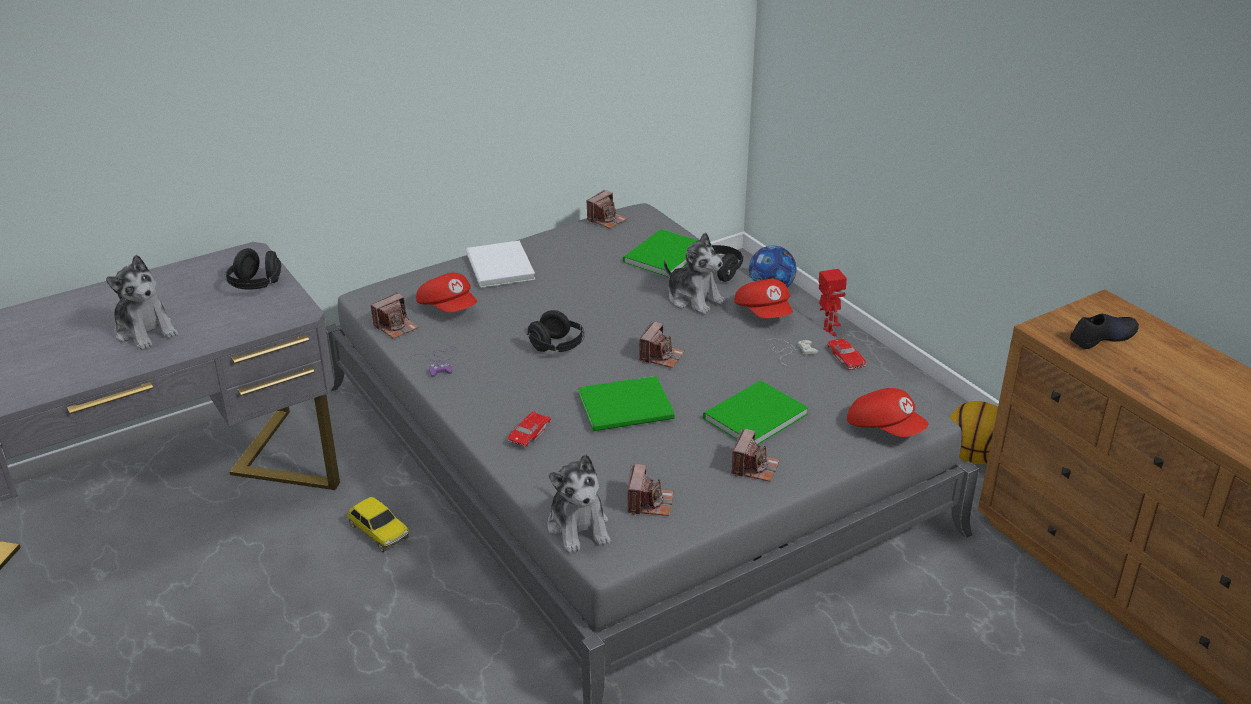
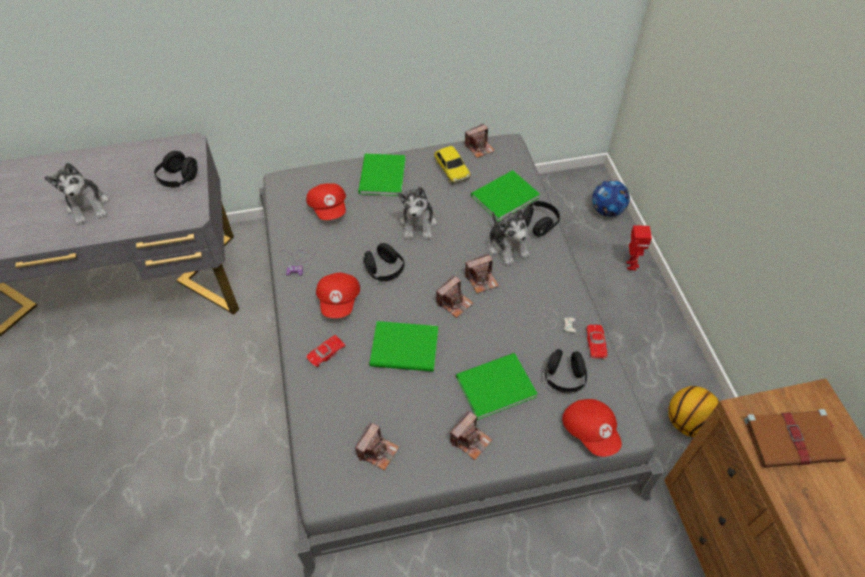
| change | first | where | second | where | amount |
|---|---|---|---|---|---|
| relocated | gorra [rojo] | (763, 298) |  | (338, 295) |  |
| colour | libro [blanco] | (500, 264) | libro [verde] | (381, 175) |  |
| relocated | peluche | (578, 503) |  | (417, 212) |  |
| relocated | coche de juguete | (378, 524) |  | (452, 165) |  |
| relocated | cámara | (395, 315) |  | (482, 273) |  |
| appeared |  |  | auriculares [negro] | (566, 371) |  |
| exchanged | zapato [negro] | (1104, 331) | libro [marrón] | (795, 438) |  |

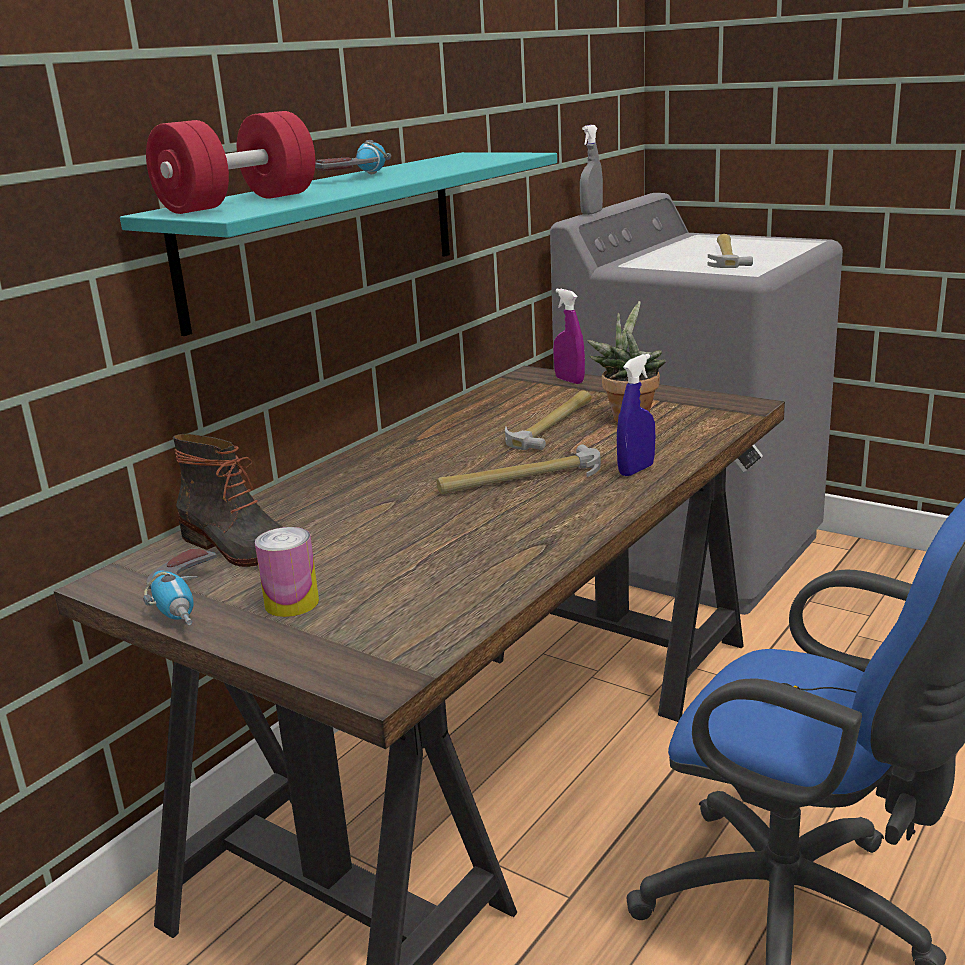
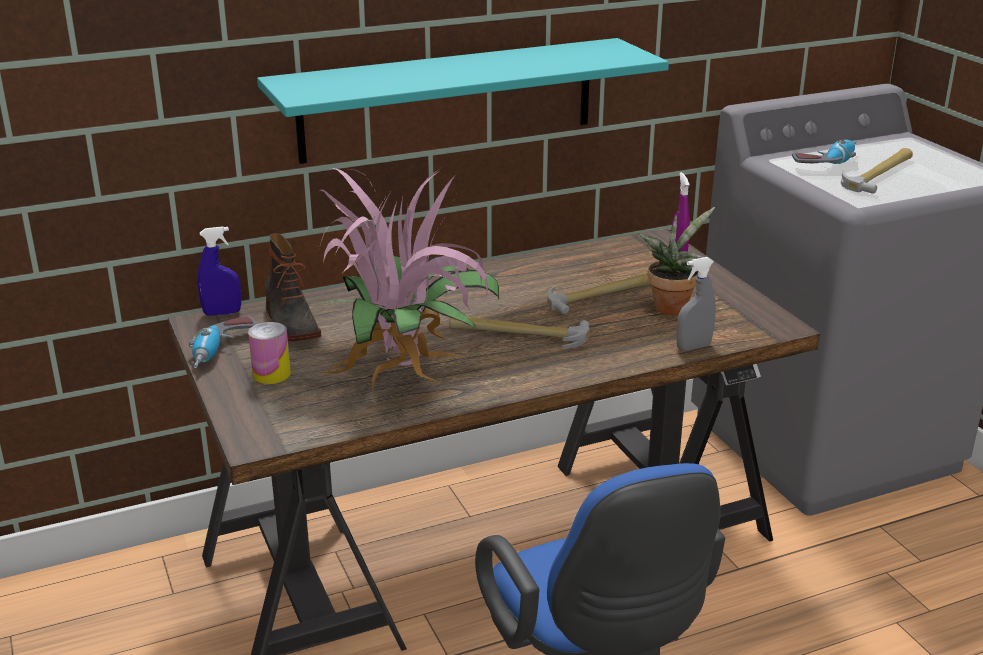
| change | first | where | second | where | amount |
|---|---|---|---|---|---|
| relocated | pulverizador [azul] | (636, 415) |  | (219, 271) |  |
| appeared |  |  | planta en maceta | (400, 282) |  |
| relocated | pulverizador [gris] | (591, 170) |  | (696, 304) |  |
| relocated | taladro | (353, 157) |  | (824, 152) |  |
| missing | mancuerna [rojo] | (231, 162) |  |  |  |

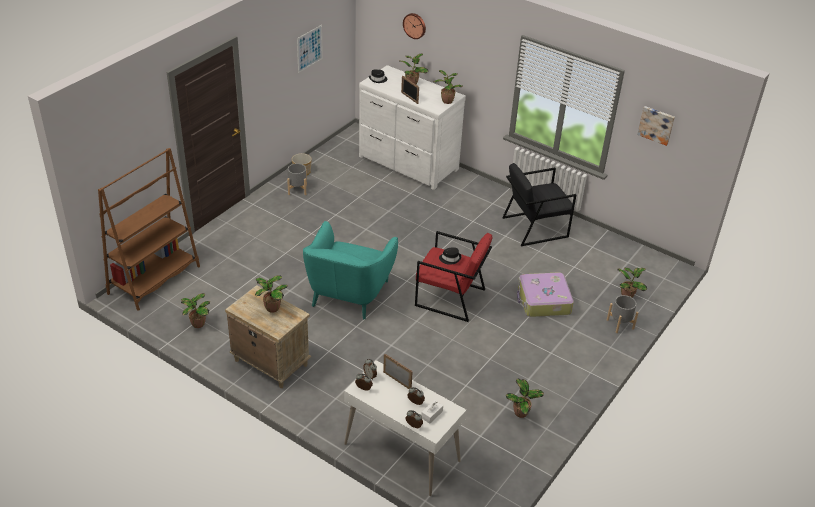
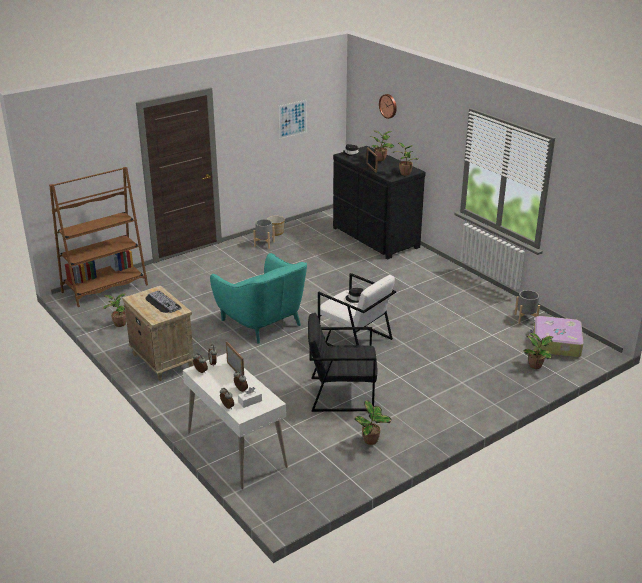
| change | first | where | second | where | amount |
|---|---|---|---|---|---|
| exchanged | planta en maceta | (271, 294) | teclado | (163, 301) |  |
| spun | sillón [turquesa] | (350, 270) |  | (258, 298) | 75 degrees counterclockwise |
| relocated | sillón [negro] | (539, 204) |  | (343, 362) |  |
| colour | sillón [rojo] | (453, 276) | sillón [blanco] | (357, 309) |  |
| colour | cómoda [blanco] | (412, 127) | cómoda [negro] | (379, 202) |  |
| relocated | maceta [gris] | (623, 314) |  | (527, 307) |  |
| relocated | maleta | (545, 294) |  | (556, 337) |  |
| missing | cuadro | (656, 126) |  |  |  |

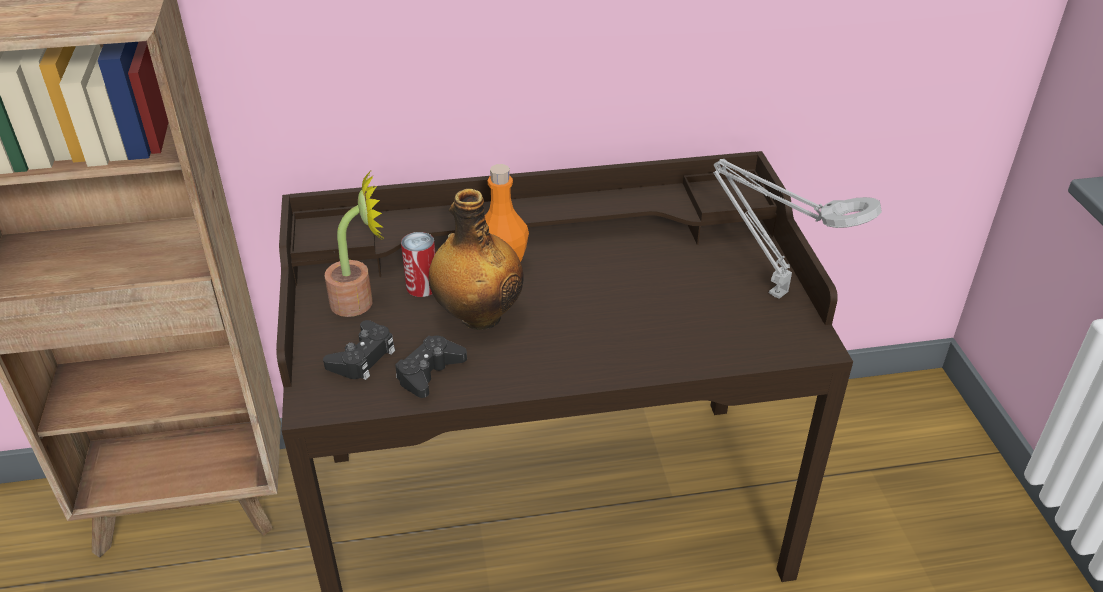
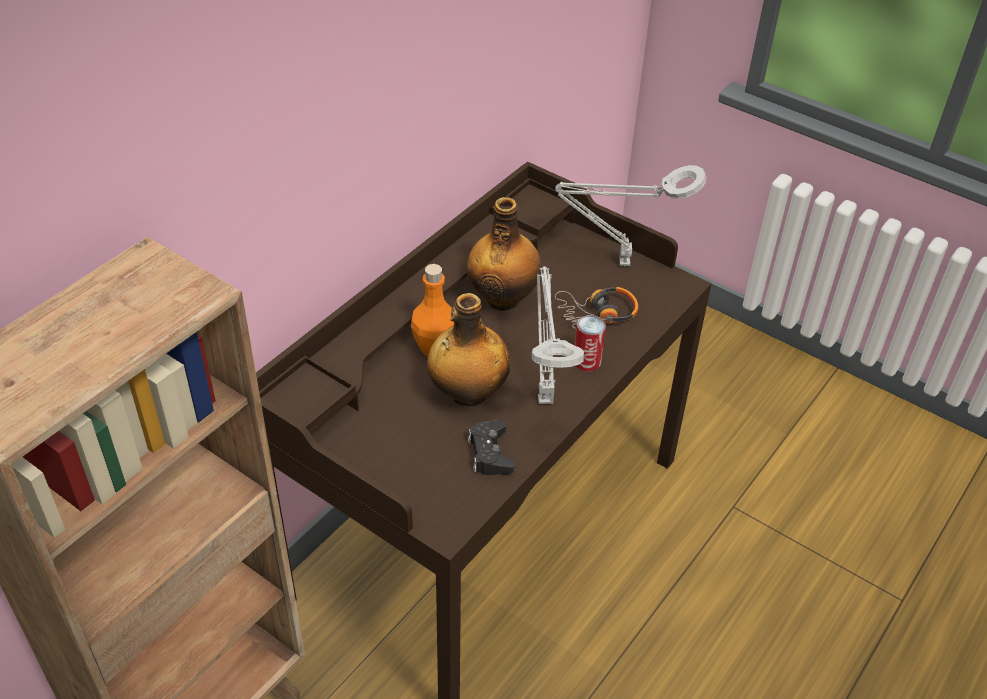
| change | first | where | second | where | amount |
|---|---|---|---|---|---|
| appeared |  |  | botella | (504, 254) |  |
| appeared |  |  | lámpara de mesa [gris] | (558, 335) |  |
| appeared |  |  | auriculares | (596, 308) |  |
| relocated | lata | (418, 264) |  | (590, 343) |  |
| missing | mando de consola [negro] | (359, 350) |  |  |  |
| missing | planta en maceta | (354, 244) |  |  |  |

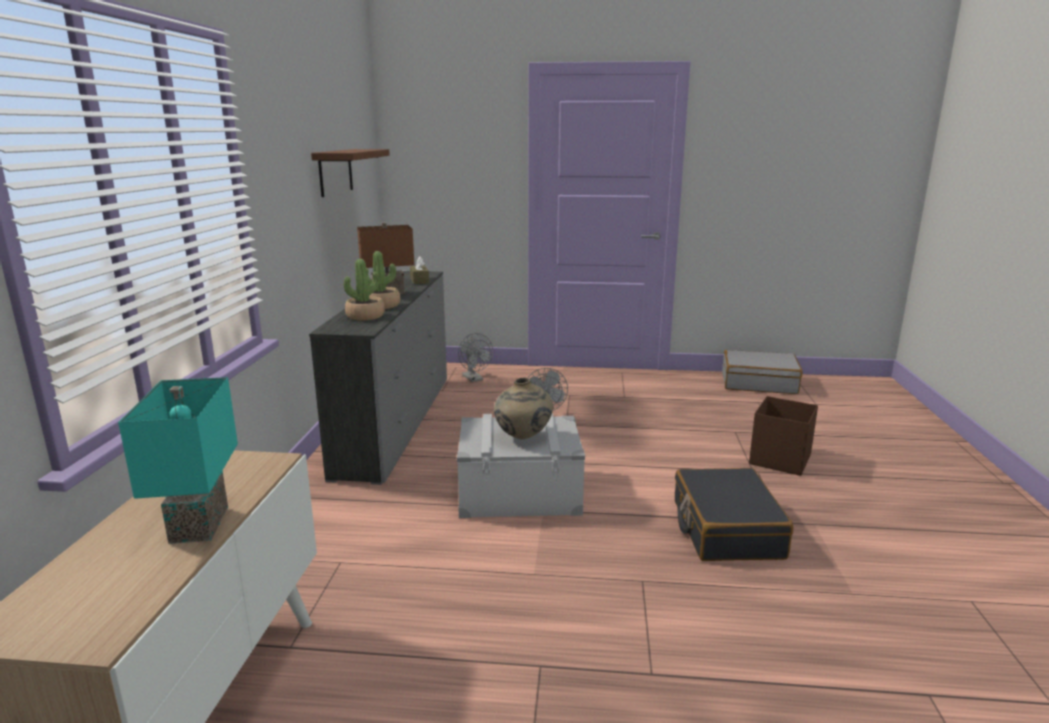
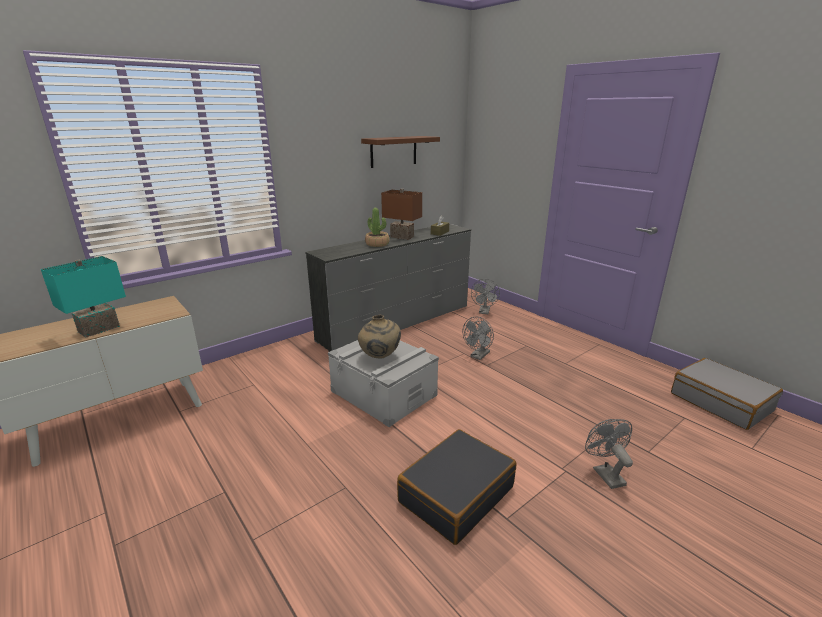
| change | first | where | second | where | amount |
|---|---|---|---|---|---|
| exchanged | caja de almacenaje [marrón] | (783, 436) | ventilador [gris] | (609, 454) |  |
| missing | planta en maceta | (364, 290) |  |  |  |

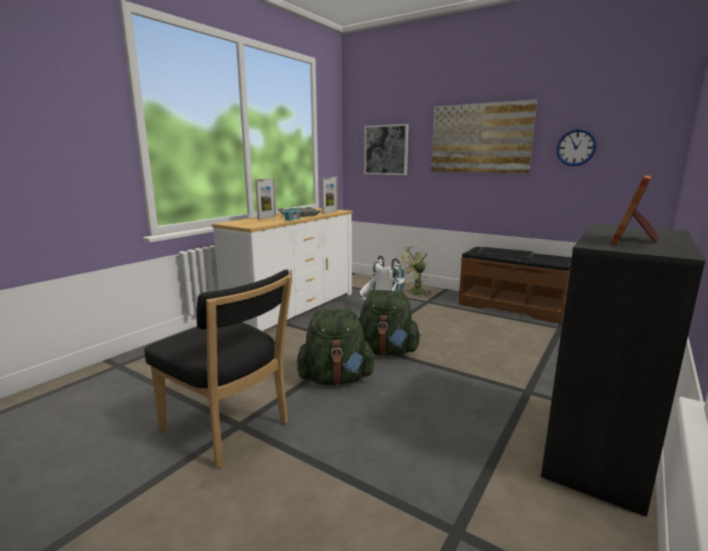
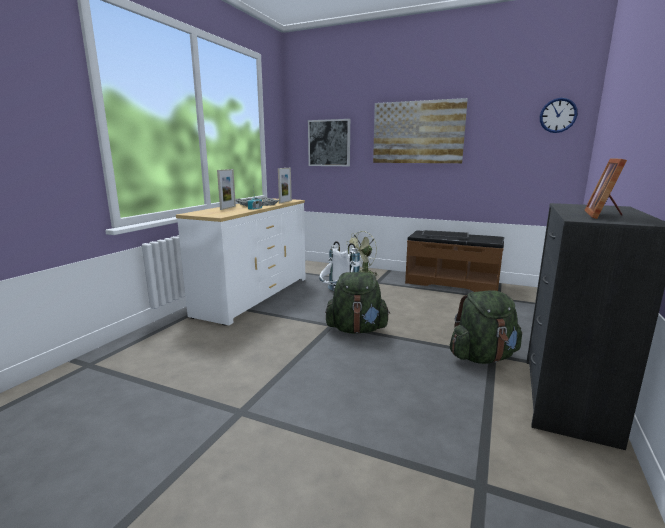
| change | first | where | second | where | amount |
|---|---|---|---|---|---|
| relocated | mochila [verde] | (336, 347) |  | (486, 327) |  |
| relocated | reloj de pared | (576, 147) |  | (559, 115) |  |
| missing | silla [negro] | (218, 369) |  |  |  |

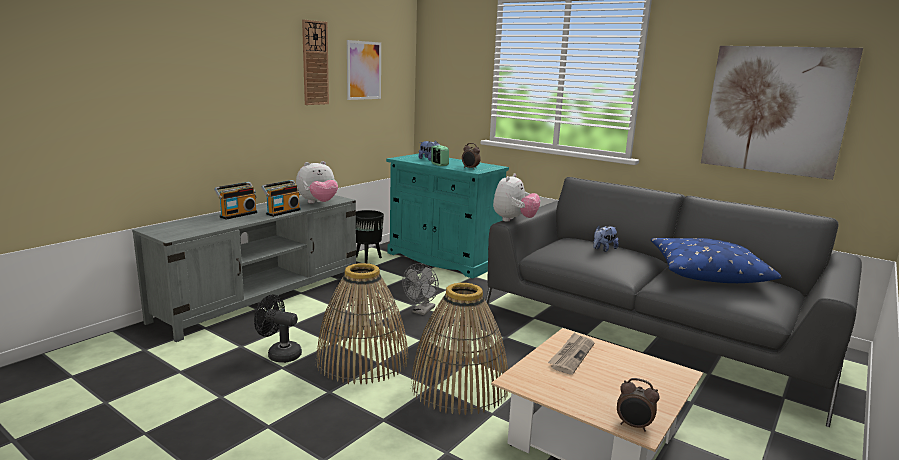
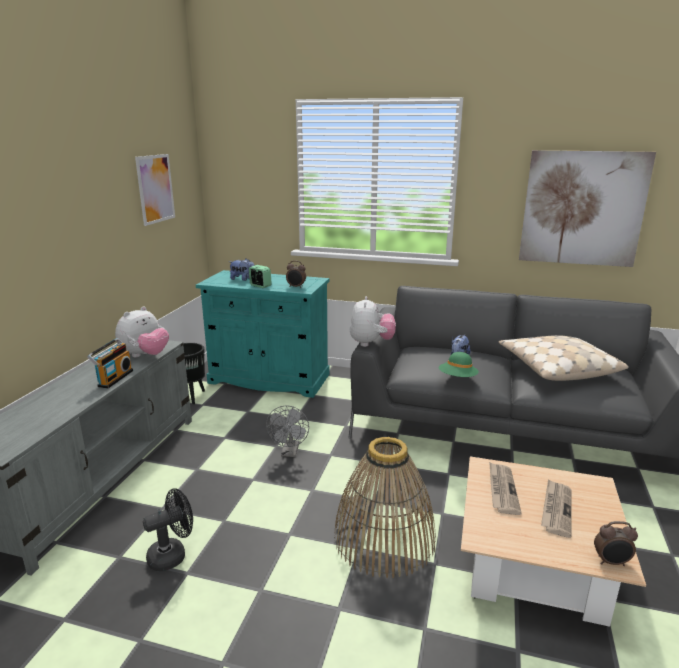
| change | first | where | second | where | amount |
|---|---|---|---|---|---|
| spun | ventilador [negro] | (278, 328) |  | (168, 529) | 150 degrees clockwise |
| appeared |  |  | sombrero [verde] | (459, 364) |  |
| colour | cojín [azul] | (716, 260) | cojín [beis] | (564, 358) |  |
| appeared |  |  | periódico | (556, 508) |  |
| missing | radio | (235, 201) |  |  |  |
| missing | reloj de pared | (315, 62) |  |  |  |
| missing | cesta | (362, 323) |  |  |  |

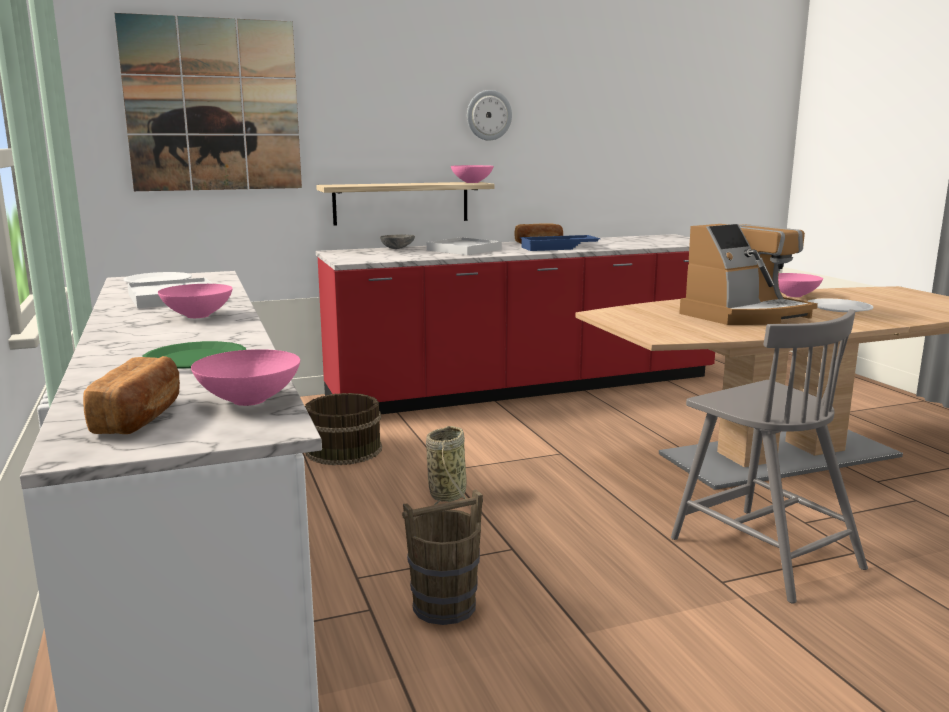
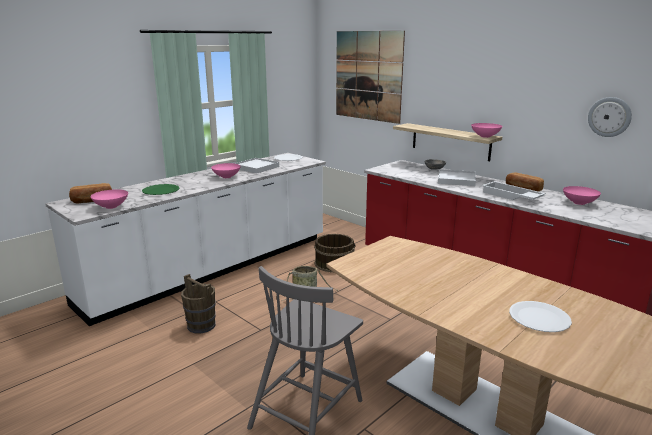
| change | first | where | second | where | amount |
|---|---|---|---|---|---|
| colour | bandeja [azul] | (560, 243) | bandeja [blanco] | (514, 190) |  |
| relocated | cuenco [rosa] | (800, 285) |  | (582, 195) |  |
| relocated | reloj de pared | (489, 115) |  | (610, 117) |  |
| missing | cafetera | (748, 274) |  |  |  |

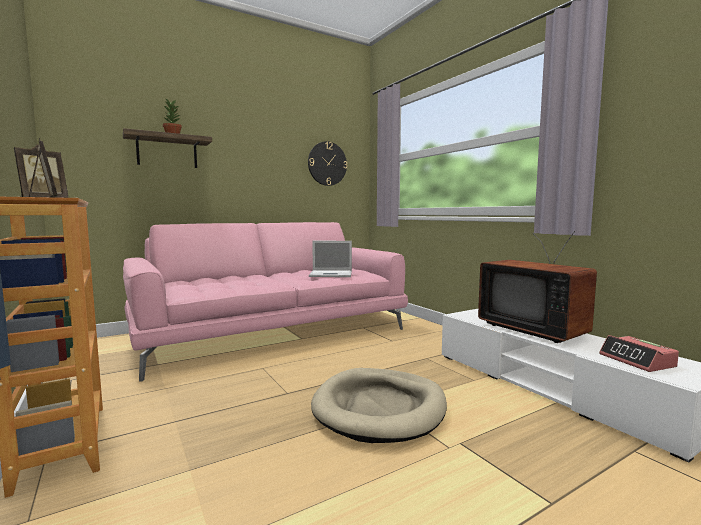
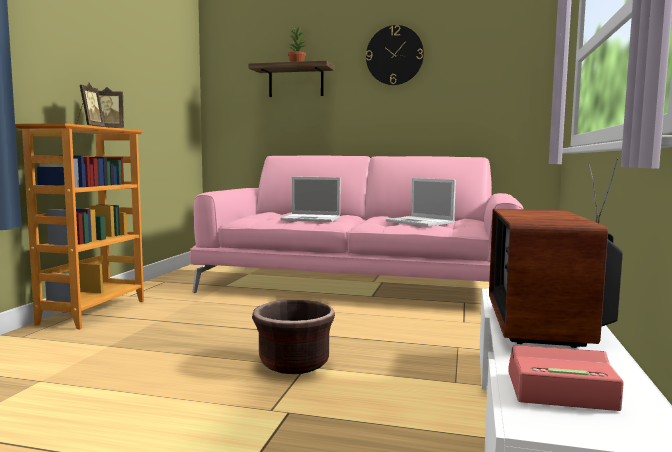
| change | first | where | second | where | amount |
|---|---|---|---|---|---|
| exchanged | cama para perro [beis] | (379, 405) | maceta [marrón] | (293, 337) |  |
| appeared |  |  | portátil | (310, 199) |  |
| relocated | reloj de pared | (327, 163) |  | (395, 55) |  |
| spun | despertador | (639, 353) |  | (566, 378) | 75 degrees clockwise |

